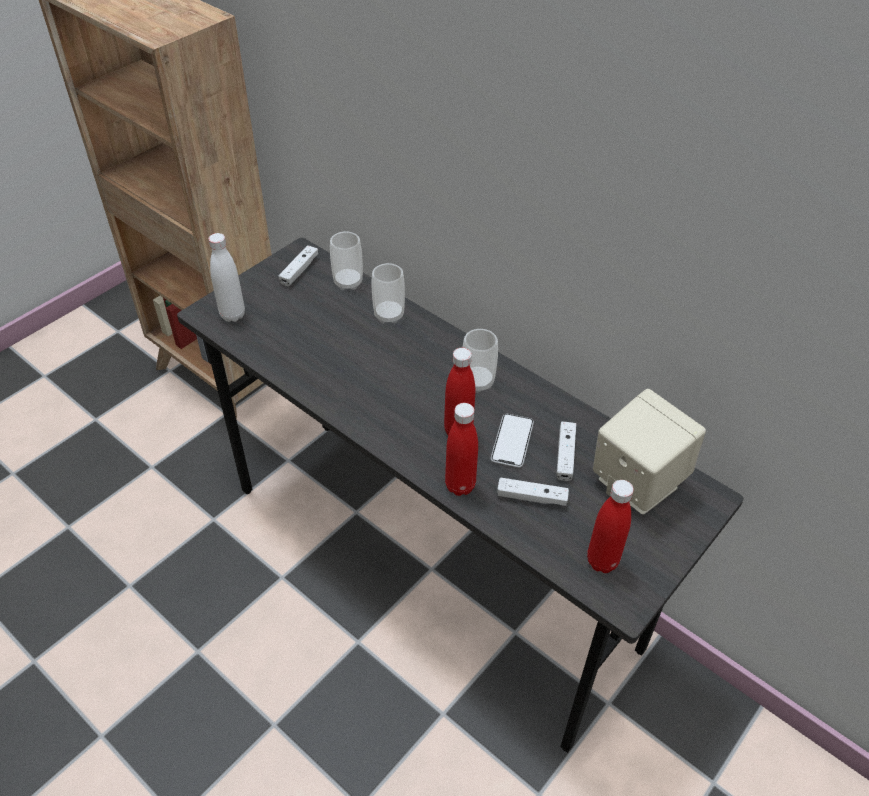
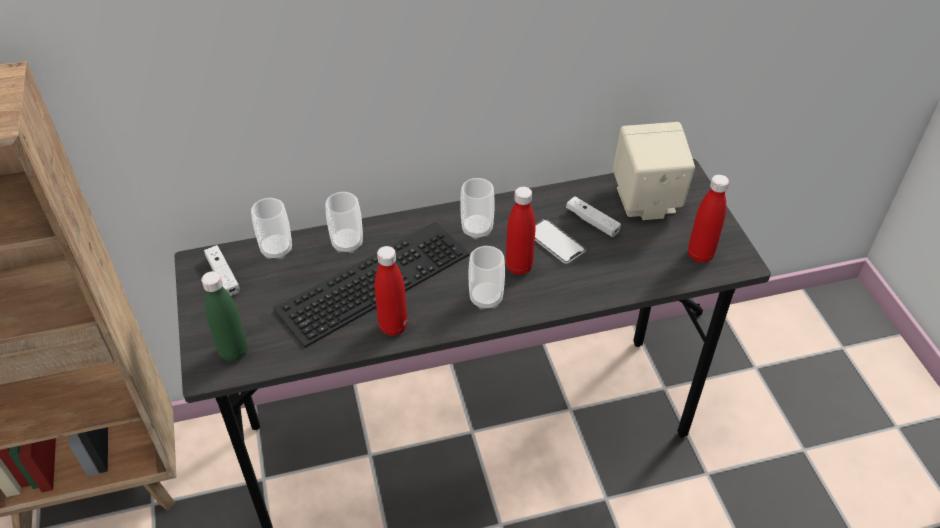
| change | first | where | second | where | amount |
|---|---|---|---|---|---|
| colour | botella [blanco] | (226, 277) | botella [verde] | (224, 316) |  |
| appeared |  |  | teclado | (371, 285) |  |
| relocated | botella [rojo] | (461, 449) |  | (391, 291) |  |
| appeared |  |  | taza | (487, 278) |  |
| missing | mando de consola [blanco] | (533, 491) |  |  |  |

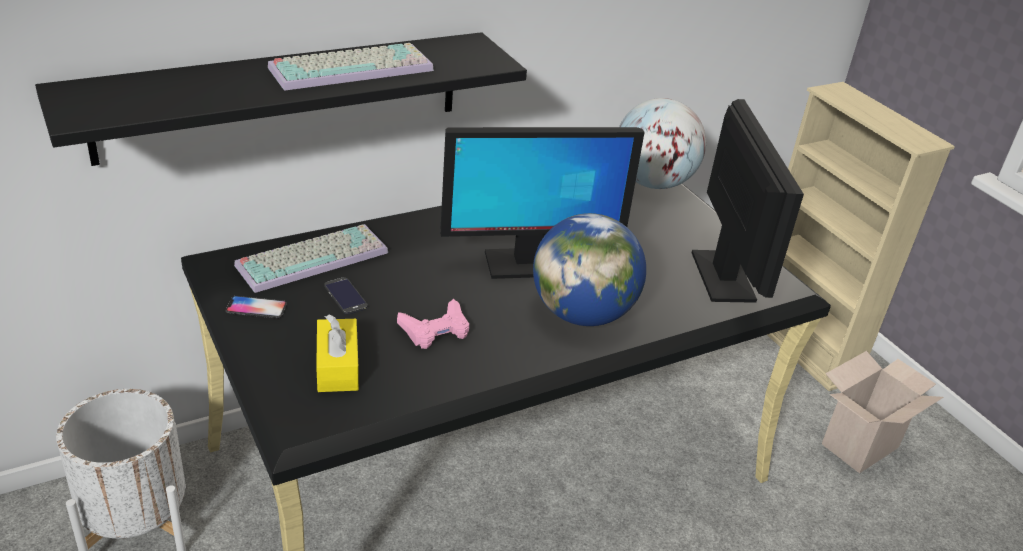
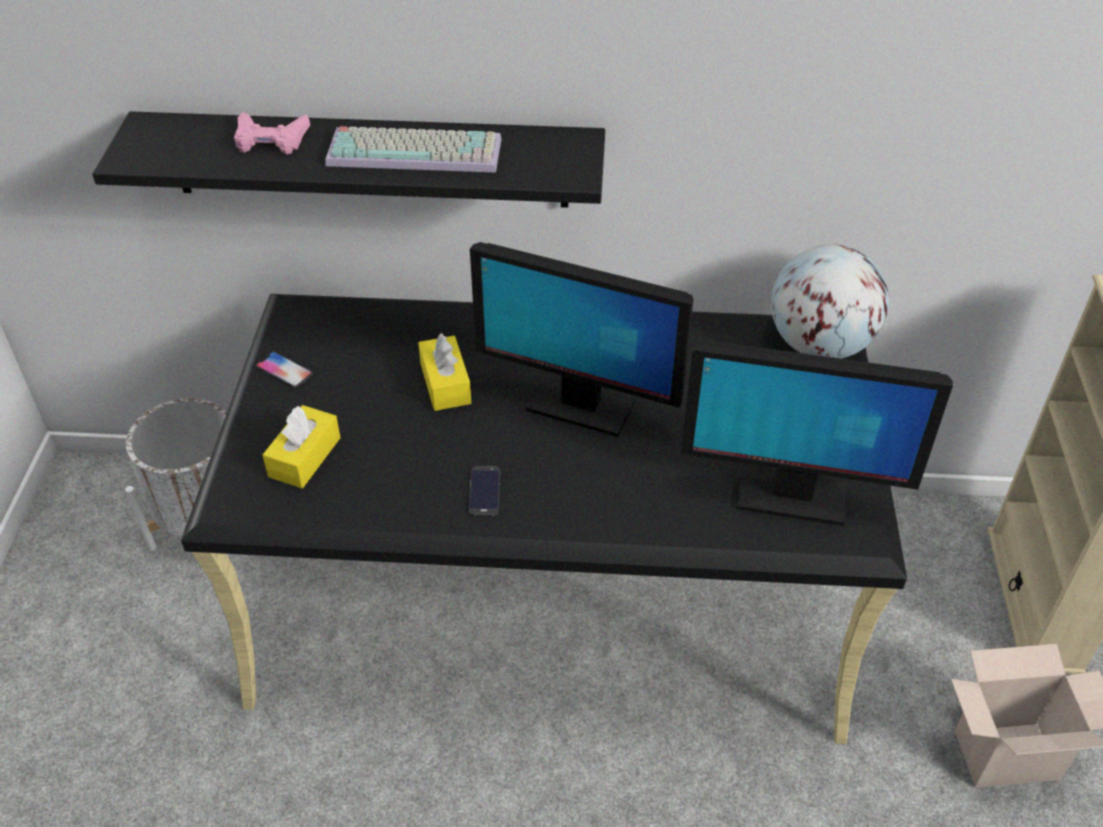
| change | first | where | second | where | amount |
|---|---|---|---|---|---|
| relocated | mando de consola [rosa] | (433, 324) |  | (272, 133) |  |
| appeared |  |  | caja de pañuelos [amarillo] | (444, 372) |  |
| relocated | móvil | (346, 295) |  | (484, 491) |  |
| spun | monitor | (748, 201) |  | (817, 433) | 75 degrees clockwise |
| missing | teclado | (311, 258) |  |  |  |
| missing | globo terráqueo | (589, 269) |  |  |  |

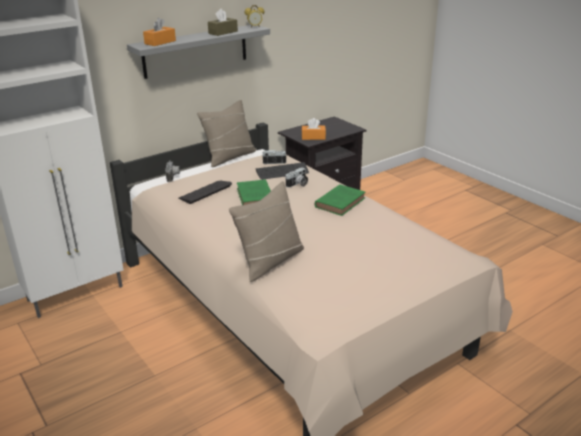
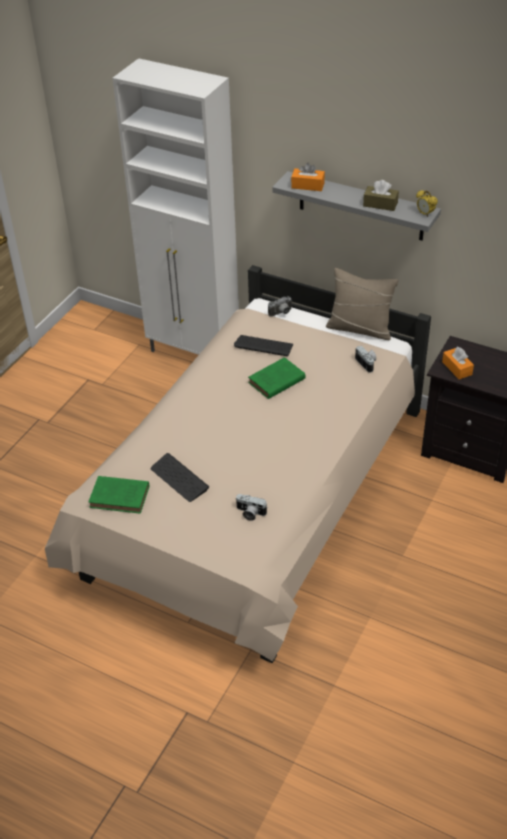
| change | first | where | second | where | amount |
|---|---|---|---|---|---|
| relocated | libro [verde] | (340, 200) |  | (118, 495) |  |
| relocated | teclado | (282, 171) |  | (179, 477) |  |
| relocated | cámara | (297, 177) |  | (252, 507) |  |
| missing | cojín [beis] | (266, 231) |  |  |  |

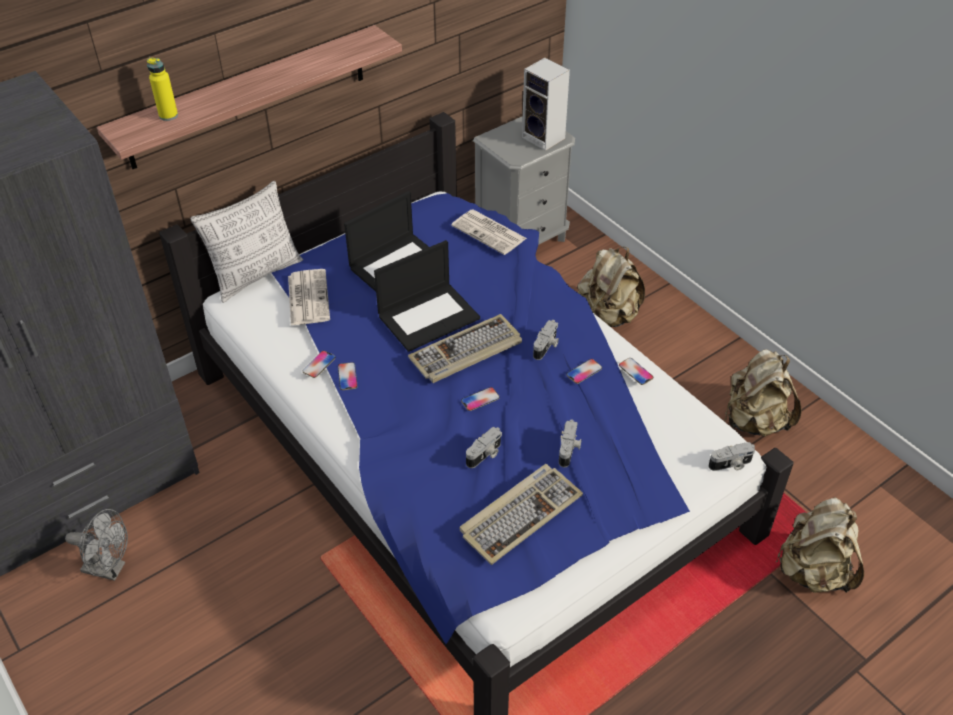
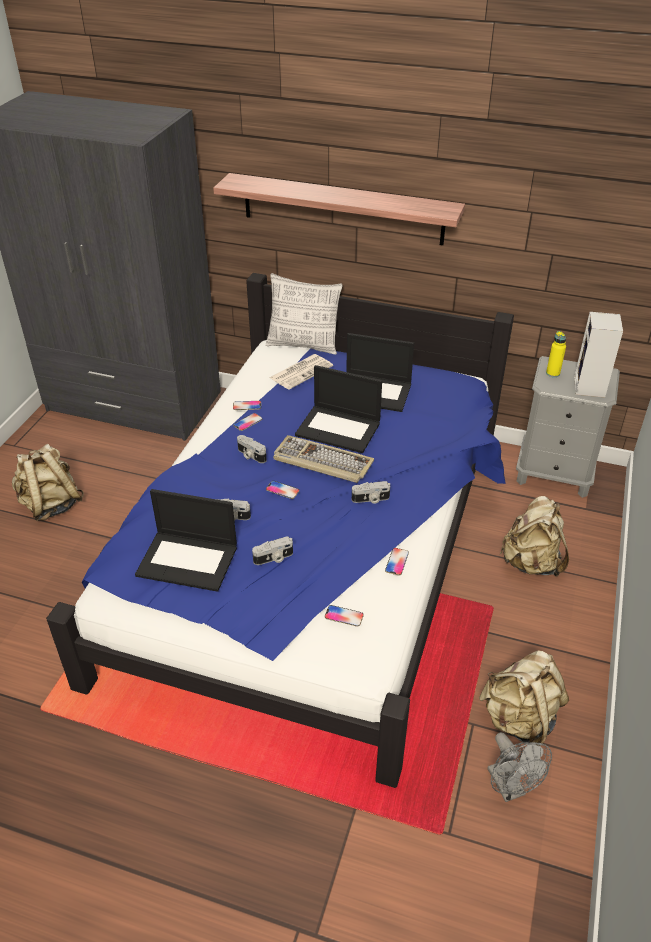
| change | first | where | second | where | amount |
|---|---|---|---|---|---|
| relocated | mochila [beis] | (820, 545) |  | (48, 482) |  |
| exchanged | teclado | (521, 514) | portátil | (186, 540) |  |
| relocated | cámara | (731, 456) |  | (252, 449) |  |
| relocated | móvil | (584, 371) |  | (344, 616) |  |
| relocated | ventilador [gris] | (96, 545) |  | (520, 767) |  |
| relocated | botella [amarillo] | (162, 89) |  | (556, 354) |  |
| missing | periódico | (489, 232) |  |  |  |

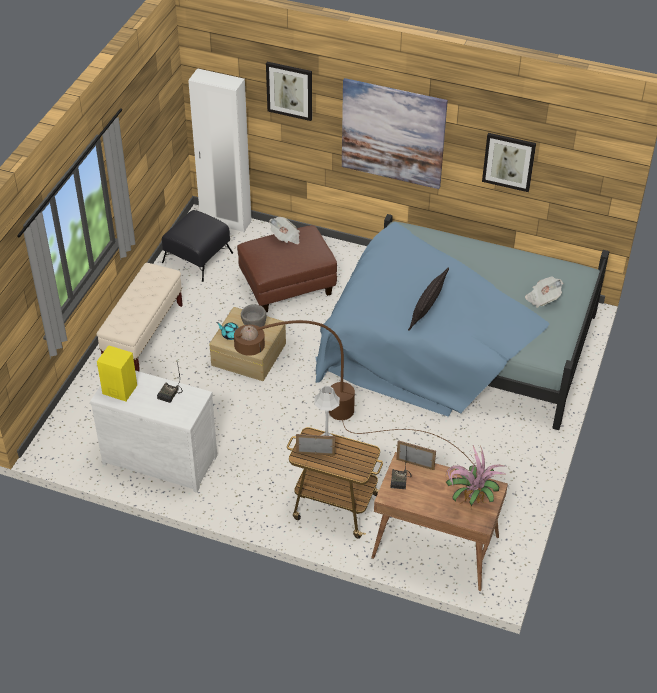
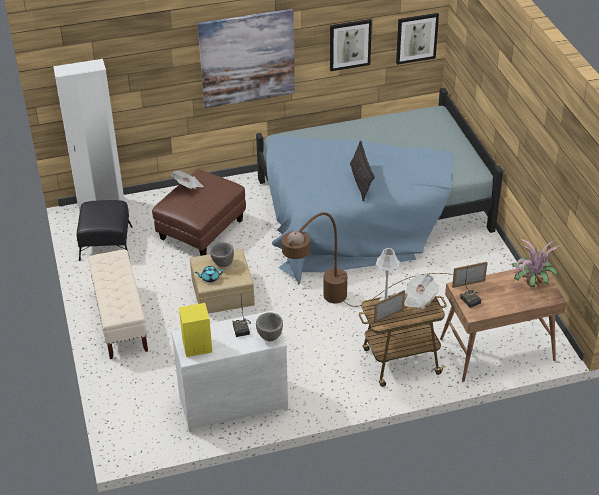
| change | first | where | second | where | amount |
|---|---|---|---|---|---|
| appeared |  |  | cuenco [gris] | (269, 327) |  |
| relocated | cuadro | (289, 91) |  | (417, 39) |  |
| relocated | periódico | (544, 292) |  | (421, 291) |  |

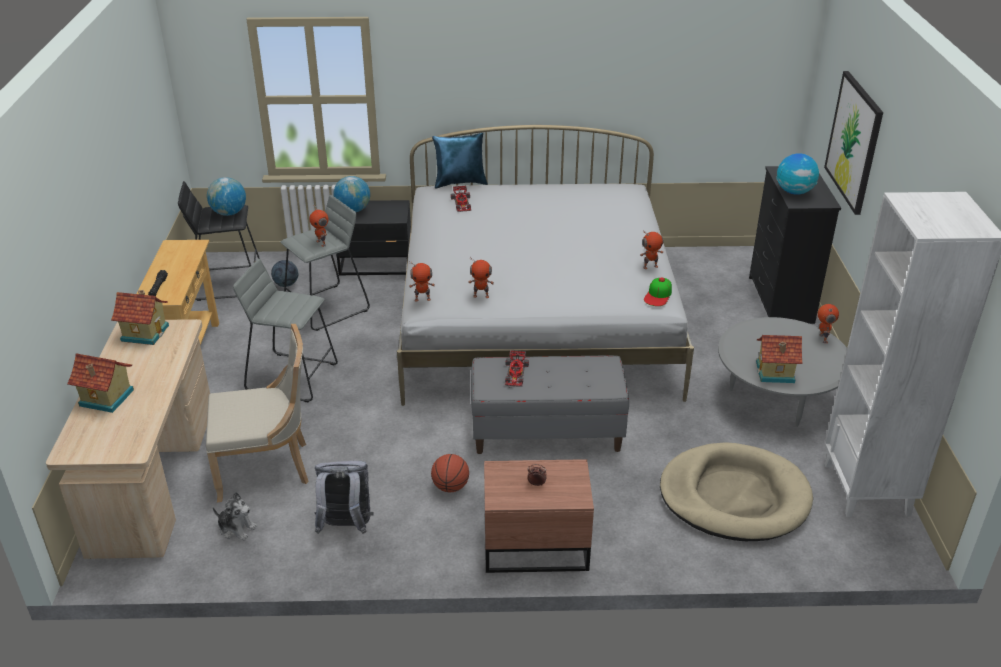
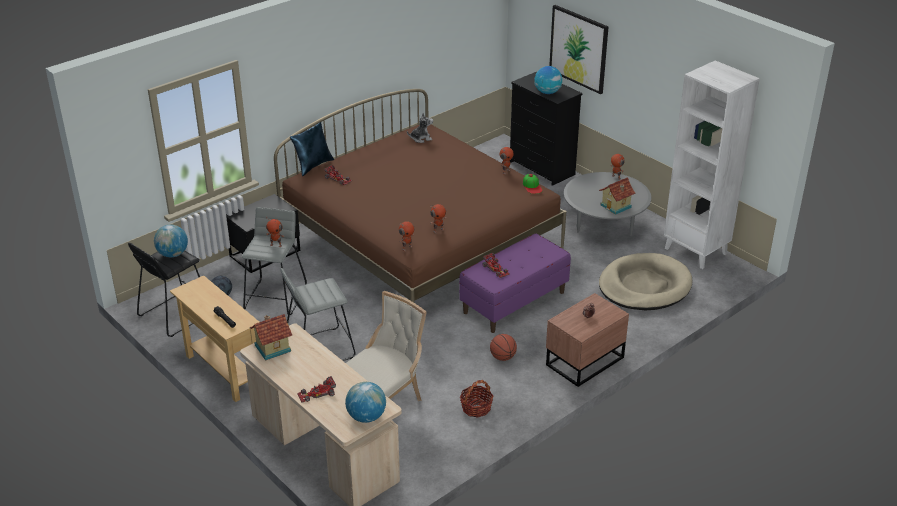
| change | first | where | second | where | amount |
|---|---|---|---|---|---|
| colour | cama [blanco] | (545, 265) | cama [marrón] | (420, 195) |  |
| exchanged | casita | (100, 383) | coche de juguete | (316, 389) |  |
| relocated | globo terráqueo | (351, 194) |  | (365, 402) |  |
| relocated | peluche | (235, 516) |  | (420, 128) |  |
| colour | banco [gris] | (550, 404) | banco [morado] | (515, 283) |  |
| exchanged | mochila [gris] | (344, 497) | cesta | (476, 399) |  |

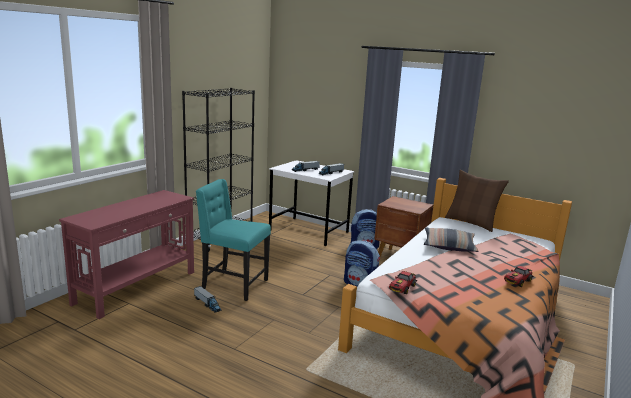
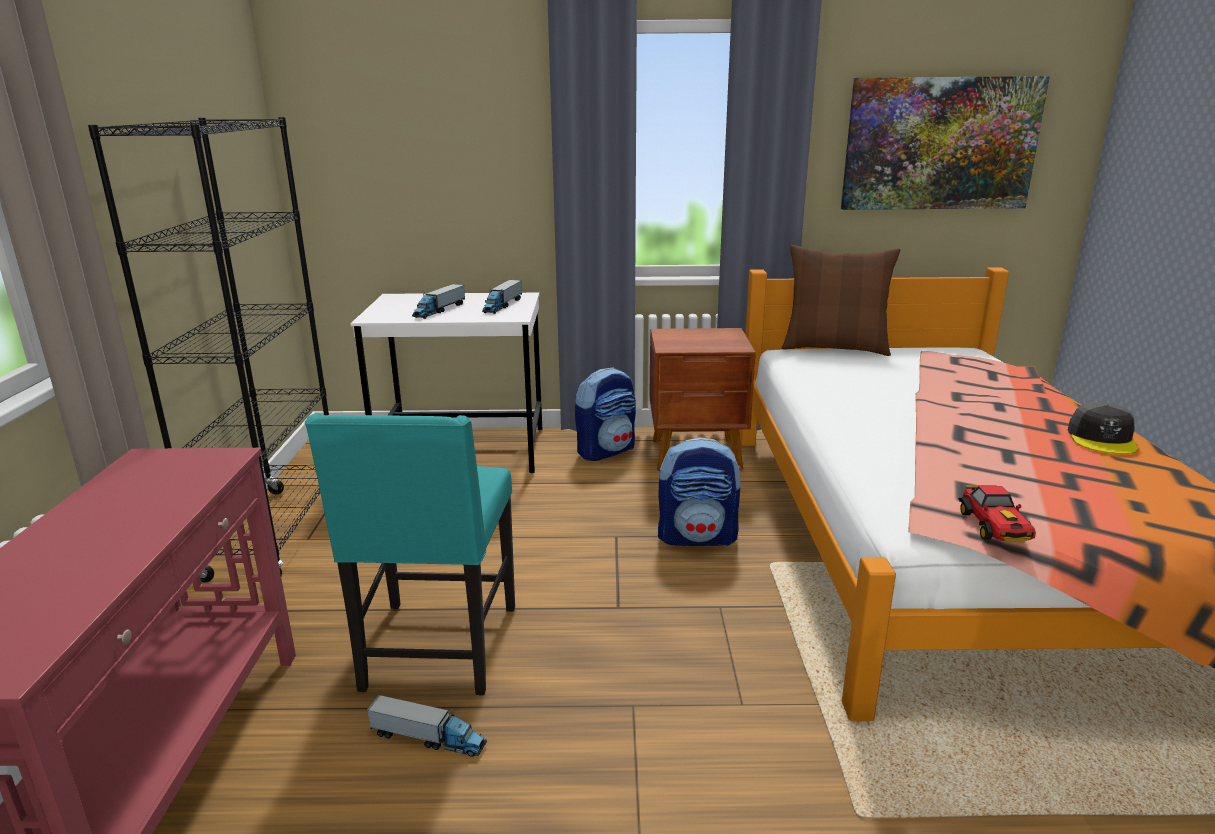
| change | first | where | second | where | amount |
|---|---|---|---|---|---|
| spun | silla [turquesa] | (233, 240) |  | (410, 555) | 75 degrees counterclockwise |
| appeared |  |  | cuadro | (945, 143) |  |
| exchanged | coche de juguete | (518, 276) | gorra [gris] | (1103, 428) |  |
| missing | cojín | (451, 240) |  |  |  |

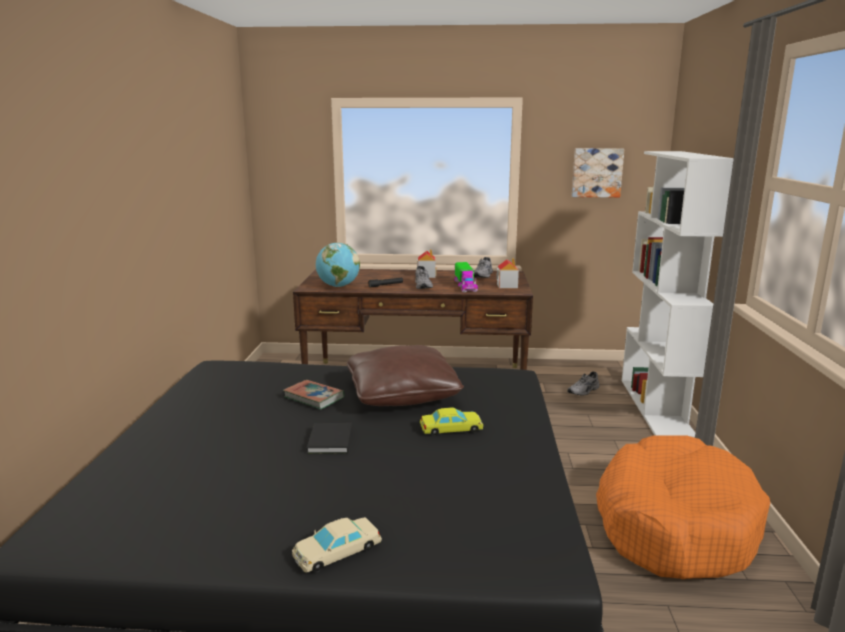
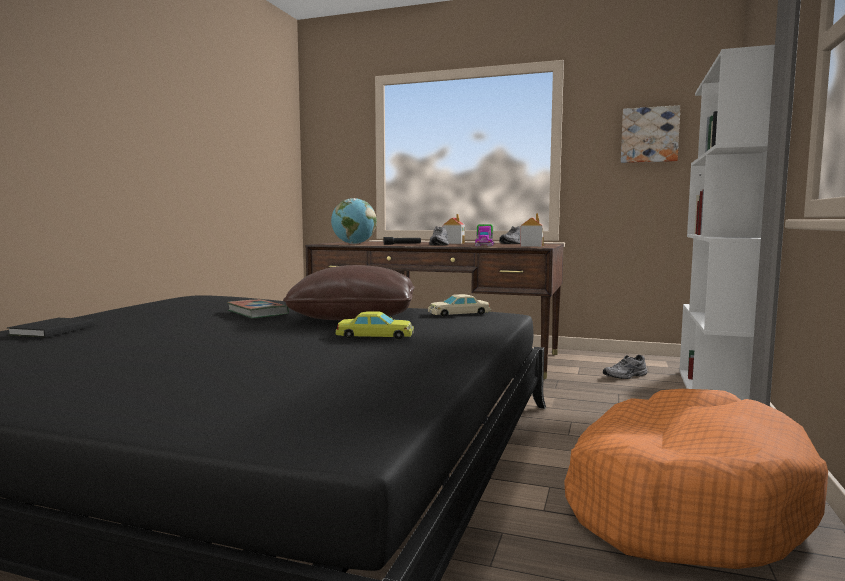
| change | first | where | second | where | amount |
|---|---|---|---|---|---|
| relocated | libro [negro] | (329, 438) |  | (50, 328) |  |
| relocated | coche de juguete [beis] | (337, 545) |  | (459, 305) |  |

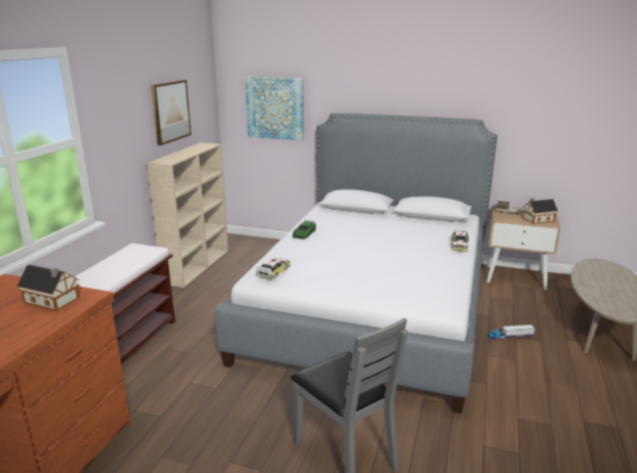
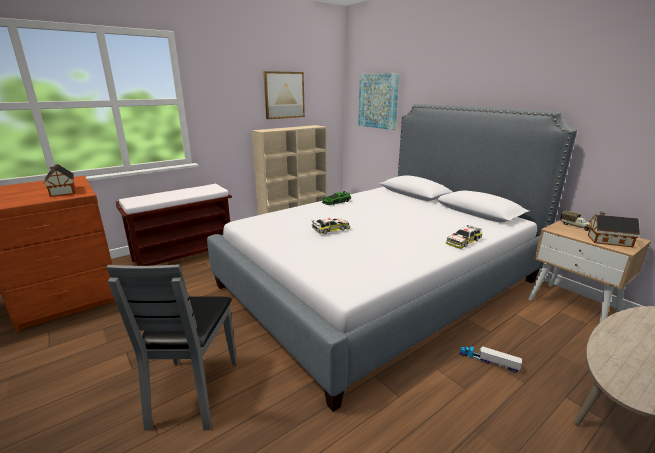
| change | first | where | second | where | amount |
|---|---|---|---|---|---|
| relocated | coche de juguete | (273, 268) |  | (331, 225) |  |

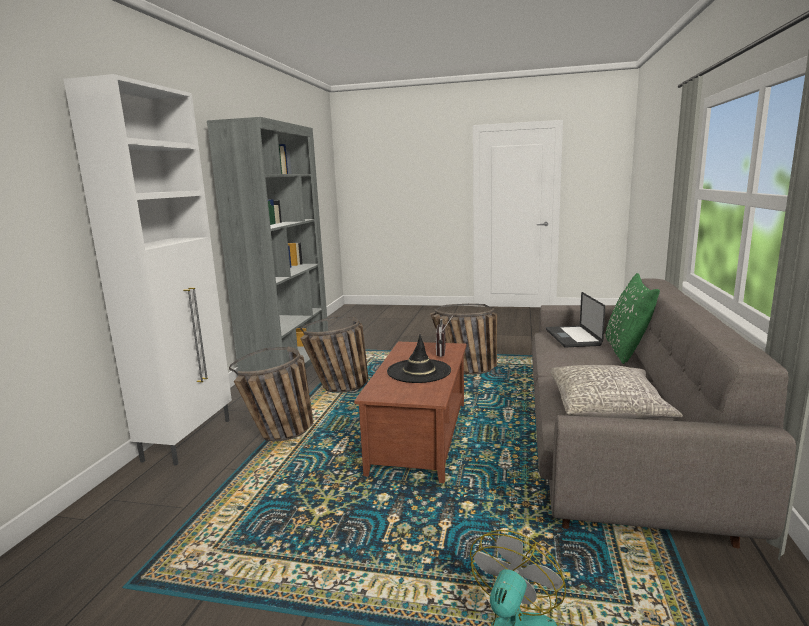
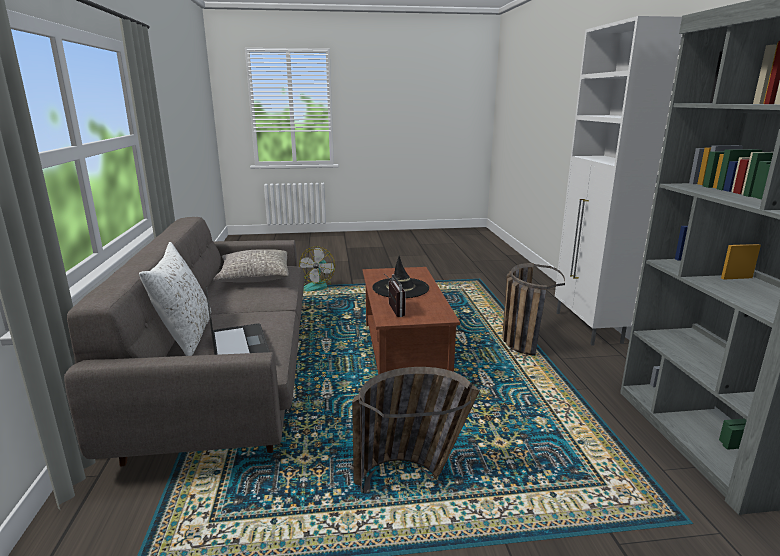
| change | first | where | second | where | amount |
|---|---|---|---|---|---|
| colour | cojín [verde] | (632, 318) | cojín [blanco] | (175, 299) |  |
| missing | cesta | (334, 355) |  |  |  |

